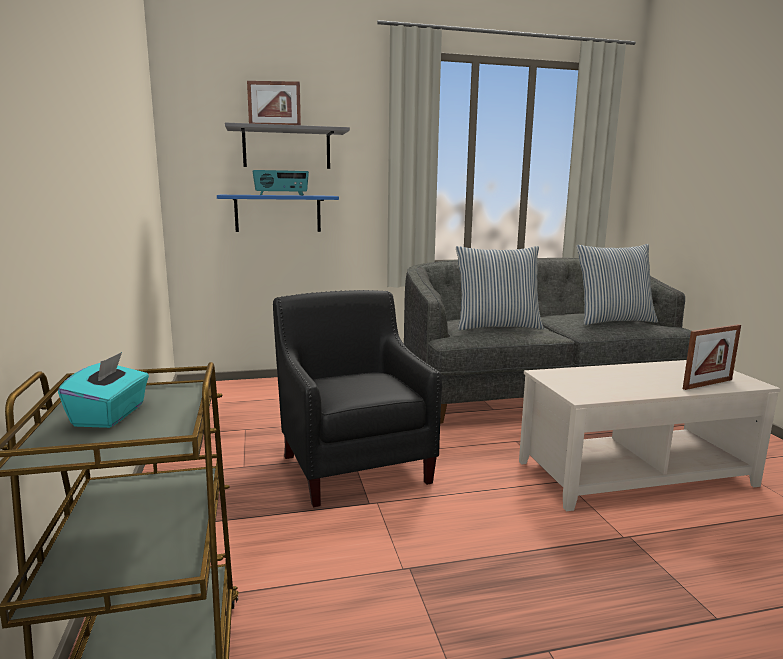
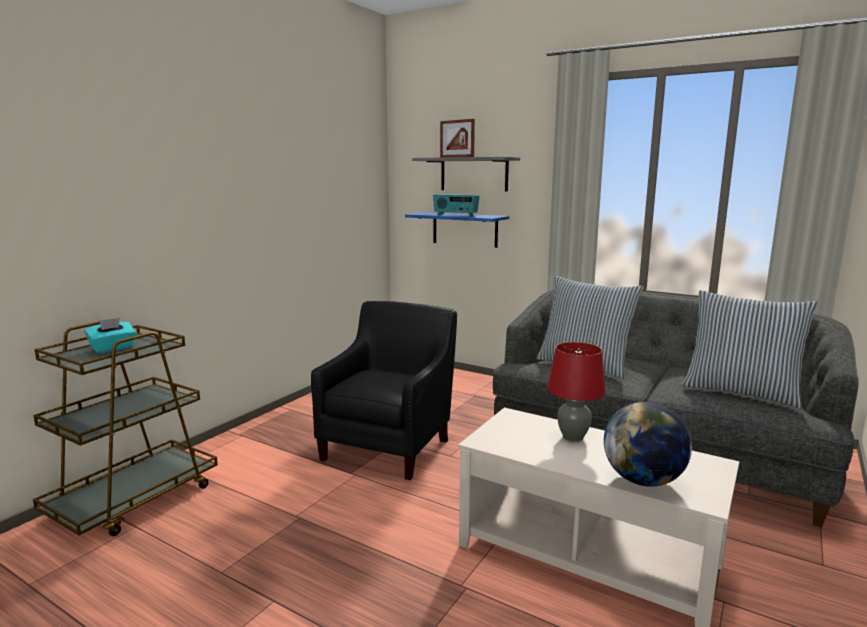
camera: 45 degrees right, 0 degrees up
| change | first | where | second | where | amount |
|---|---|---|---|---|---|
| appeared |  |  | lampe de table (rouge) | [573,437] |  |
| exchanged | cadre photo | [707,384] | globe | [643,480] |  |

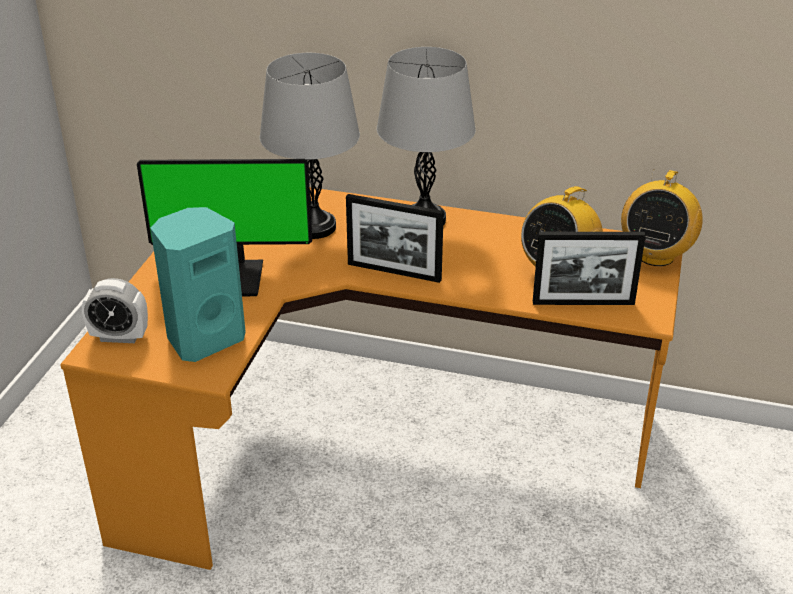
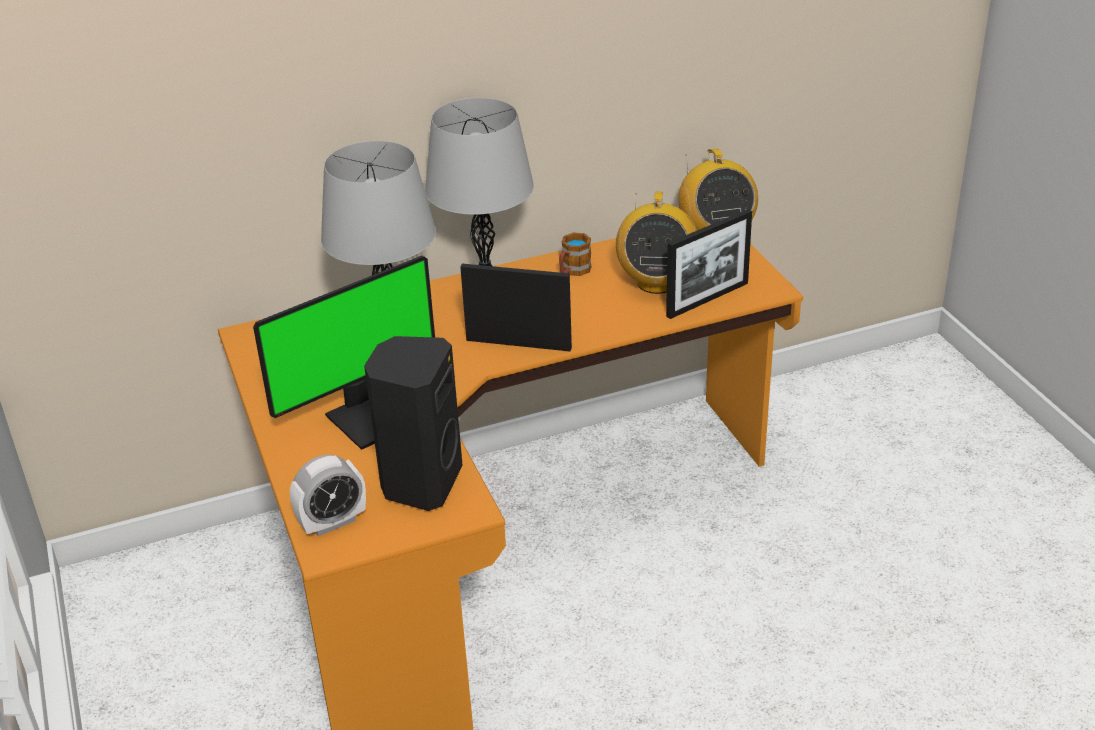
camera: 35 degrees left, 0 degrees up
| change | first | where | second | where | amount |
|---|---|---|---|---|---|
| appeared |  |  | mug | [573,271] |  |
| colour | enceinte (turquoise) | [204,338] | enceinte (noir) | [420,483] |  |
| spun | cadre photo | [394,272] |  | [518,344] | 150 degrees counterclockwise |

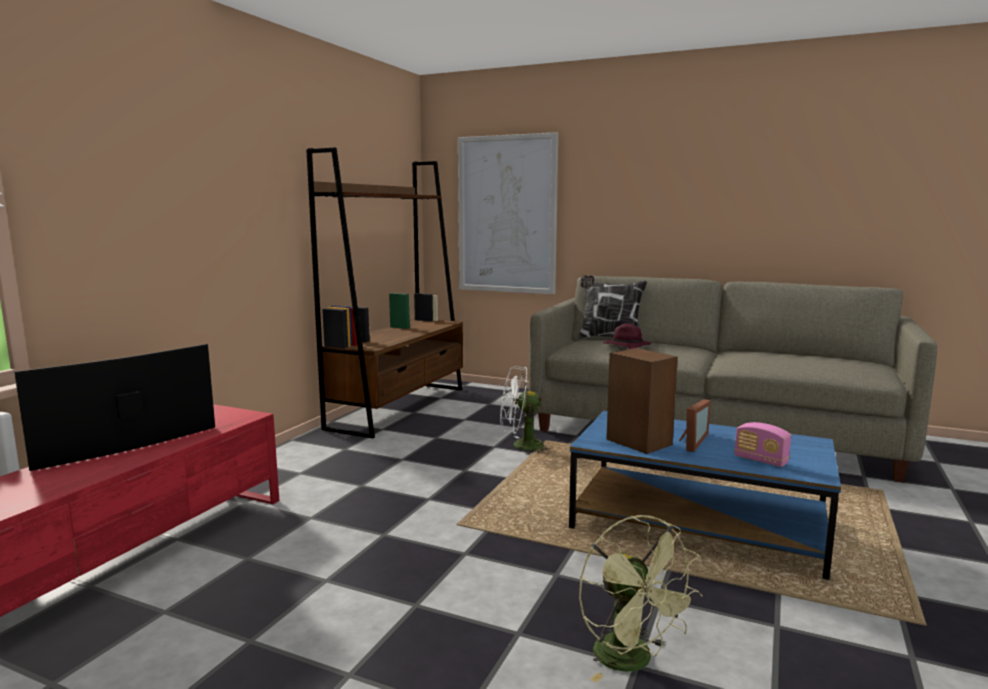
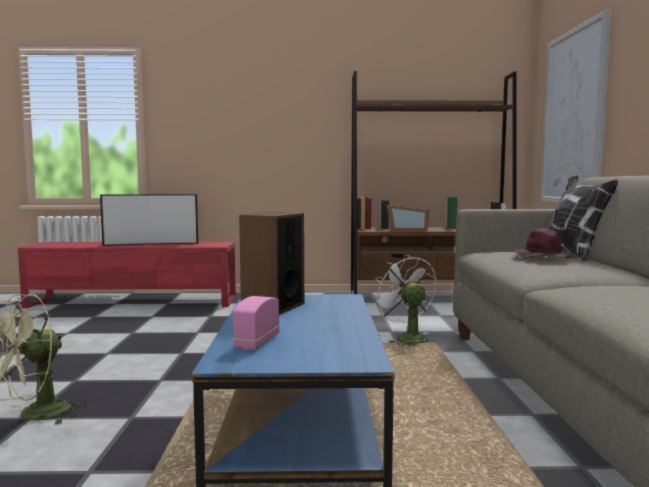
camera: 65 degrees right, 5 degrees down
| change | first | where | second | where | amount |
|---|---|---|---|---|---|
| relocated | cadre photo | [690,441] |  | [406,230] |  |
| spun | téléviseur | [132,448] |  | [151,244] | 150 degrees clockwise |

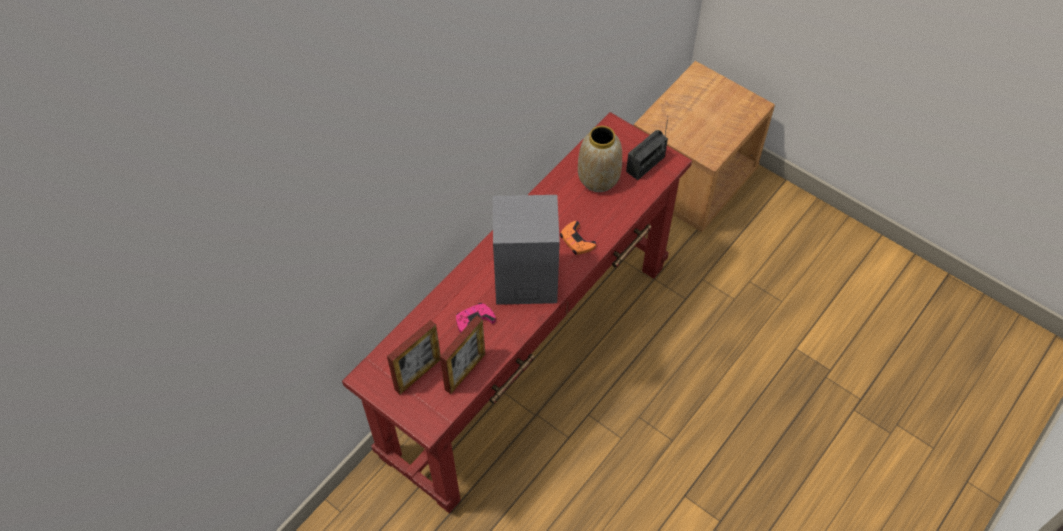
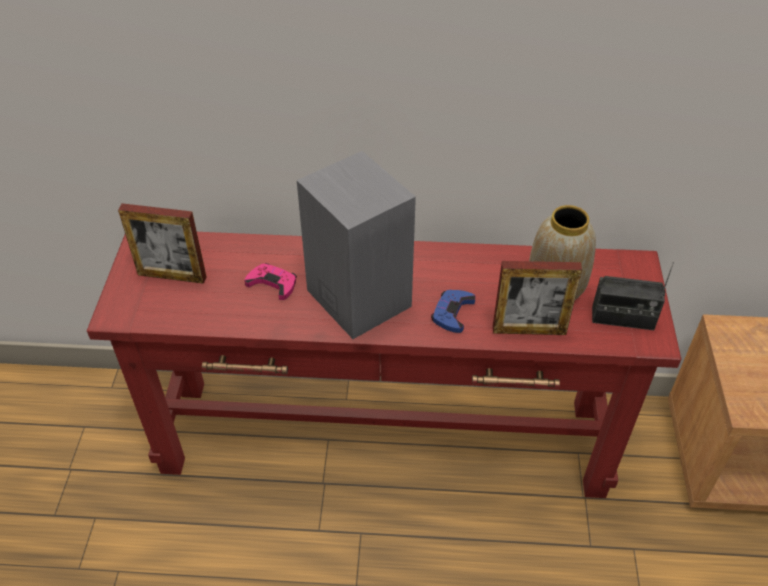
camera: 55 degrees right, 10 degrees down
| change | first | where | second | where | amount |
|---|---|---|---|---|---|
| relocated | cadre photo | [465,372] |  | [529,330] |  |
| colour | manette (orange) | [577,240] | manette (bleu) | [452,313] |  |

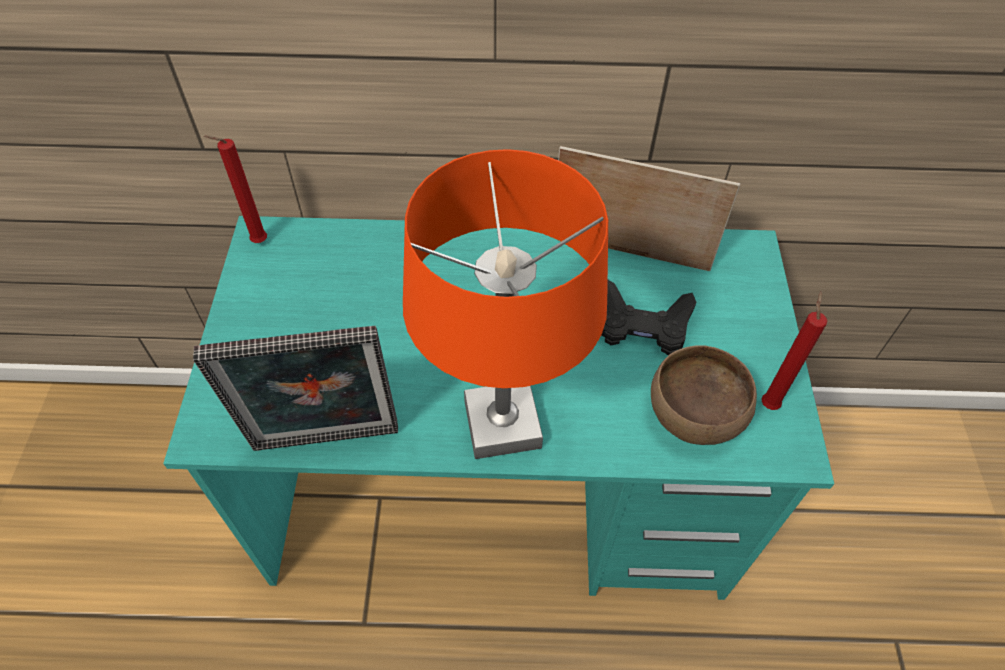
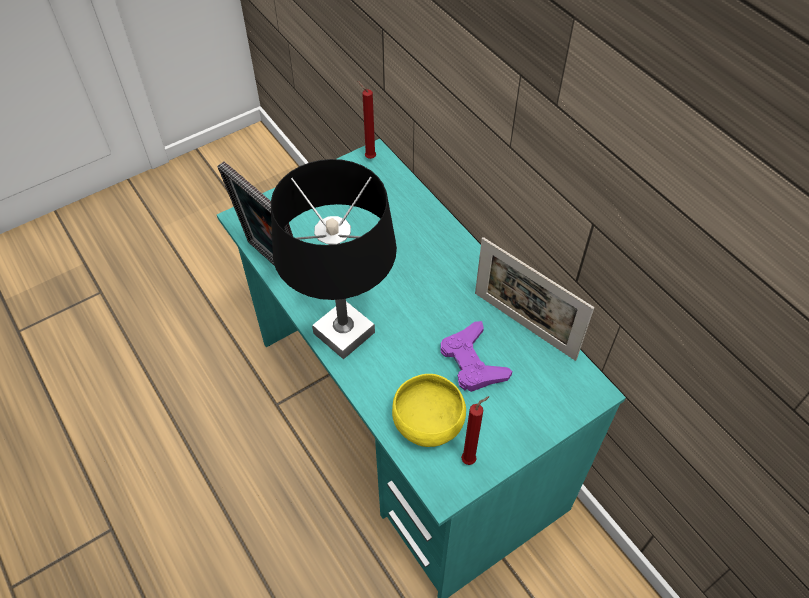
camera: 55 degrees right, 0 degrees up
| change | first | where | second | where | amount |
|---|---|---|---|---|---|
| colour | lampe de table (orange) | [503,425] | lampe de table (noir) | [343,333] |  |
| colour | manette (noir) | [642,324] | manette (violet) | [472,362] |  |
| colour | bol (marron) | [693,412] | bol (jaune) | [429,421] |  |
| spun | cadre photo | [629,252] |  | [524,325] | 150 degrees clockwise |

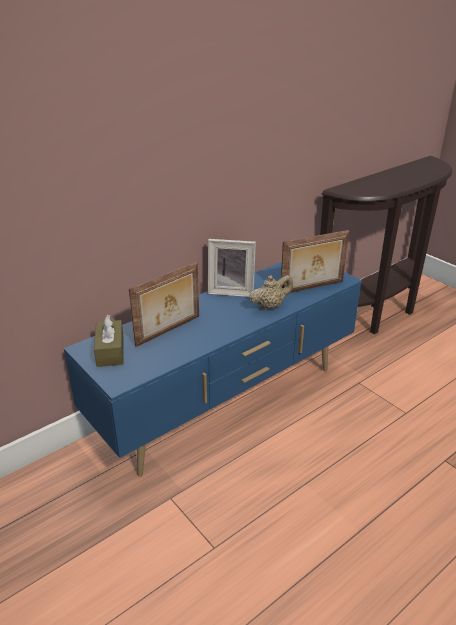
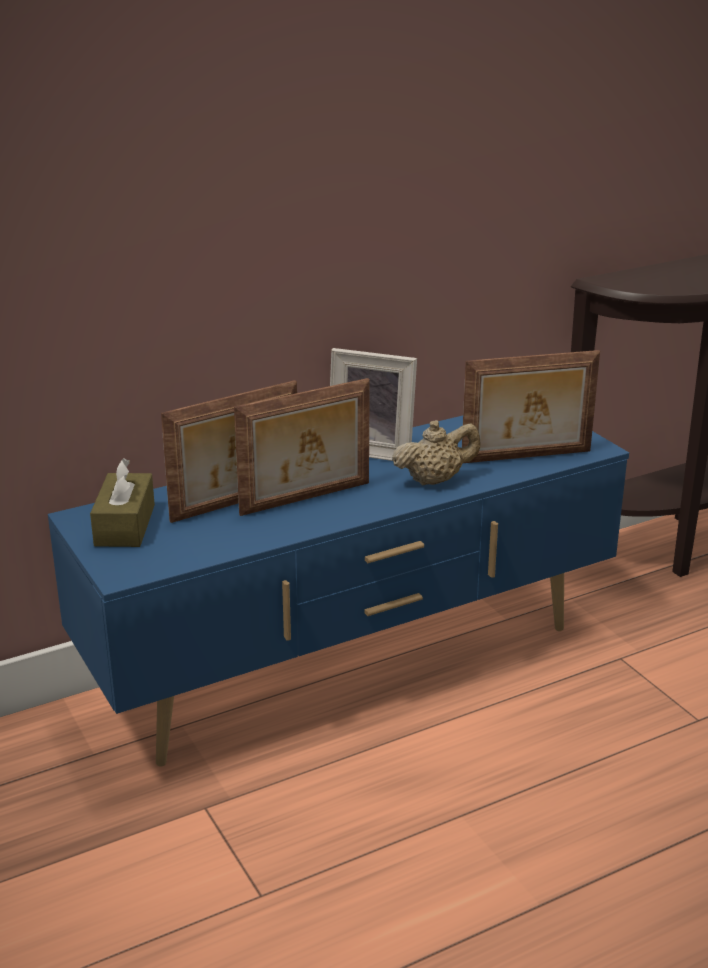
camera: 10 degrees right, 5 degrees down
| change | first | where | second | where | amount |
|---|---|---|---|---|---|
| appeared |  |  | cadre photo | [306,499] |  |

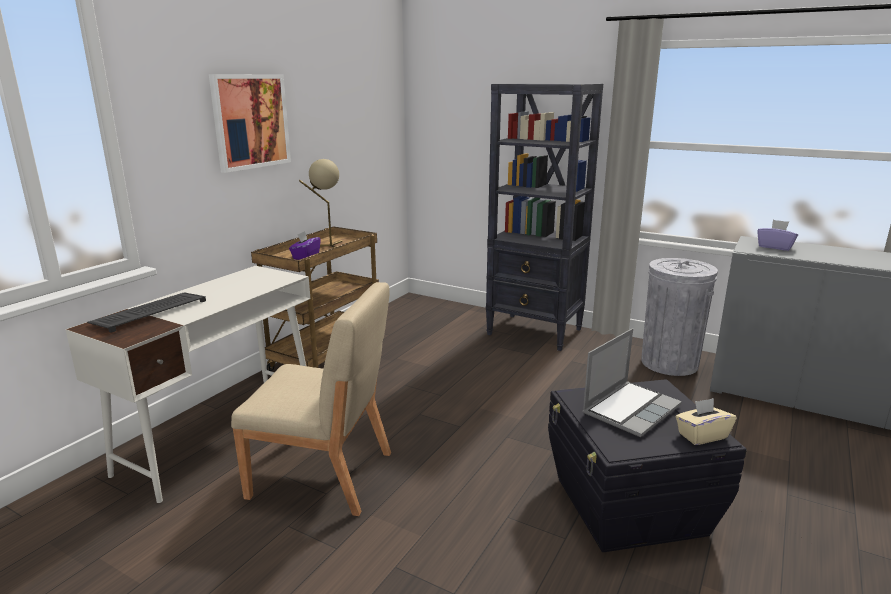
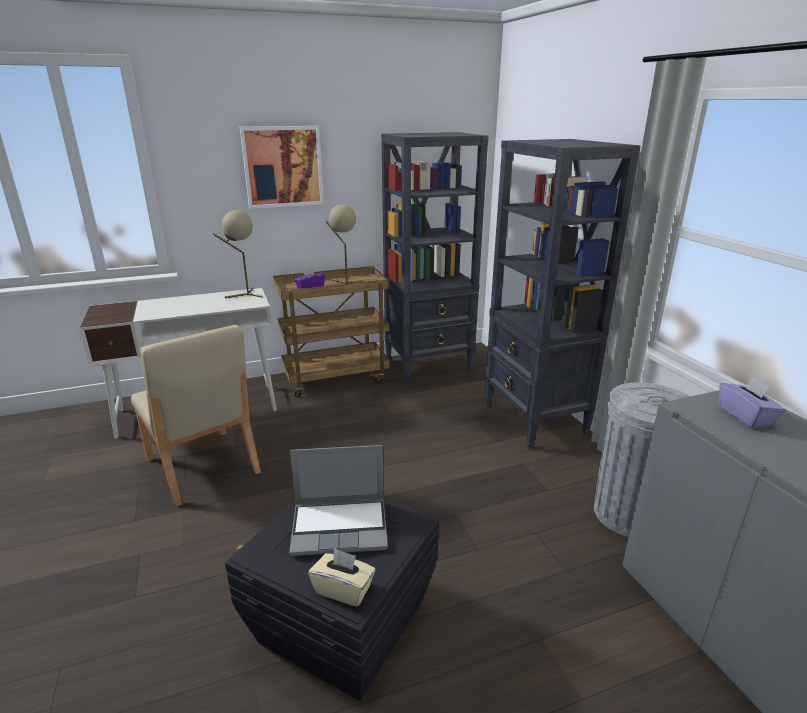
camera: 40 degrees right, 5 degrees up
| change | first | where | second | where | amount |
|---|---|---|---|---|---|
| missing | clavier | [150,312] |  |  |  |
| appeared |  |  | lampe de table (beige) | [245,295] |  |
| appeared |  |  | bibliothèque (noir) | [429,366] |  |

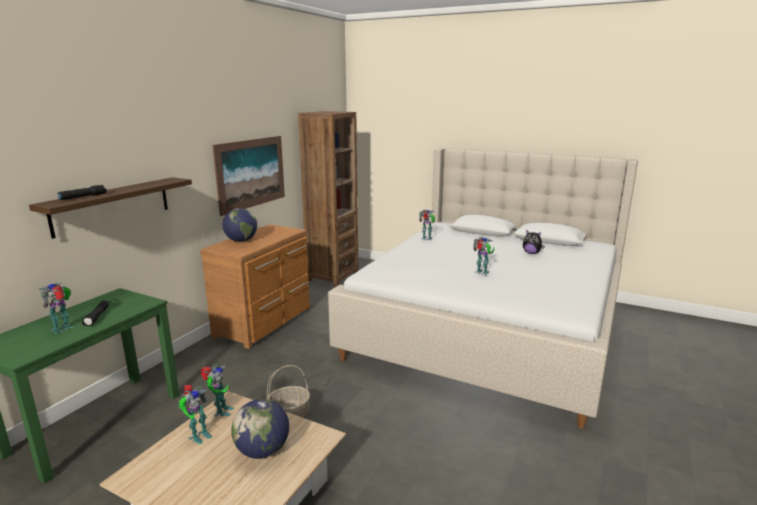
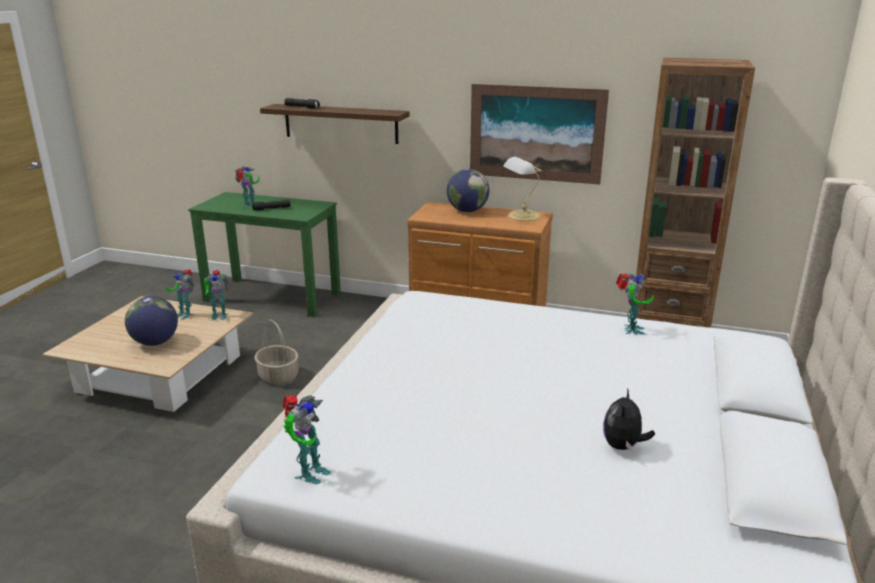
camera: 80 degrees right, 5 degrees up
| change | first | where | second | where | amount |
|---|---|---|---|---|---|
| appeared |  |  | lampe de table | [522,216] |  |
| relocated | robot jouet | [482,272] |  | [309,473] |  |

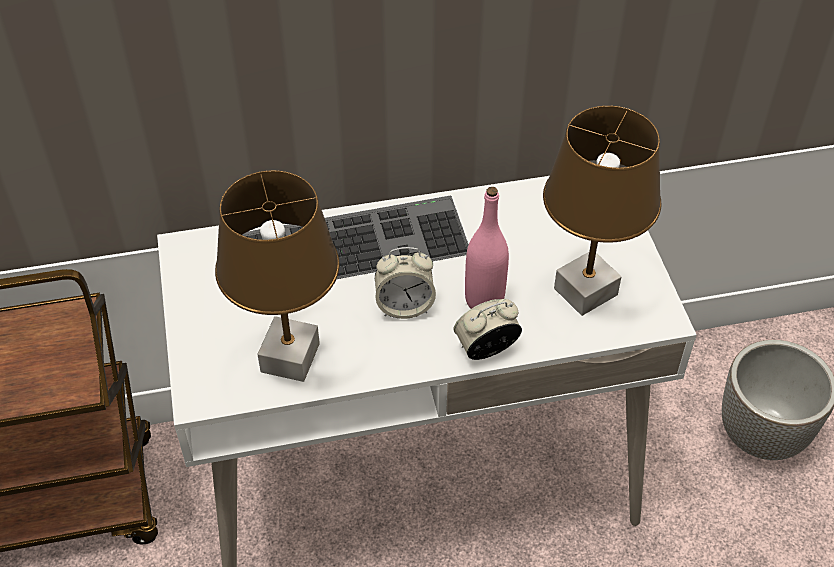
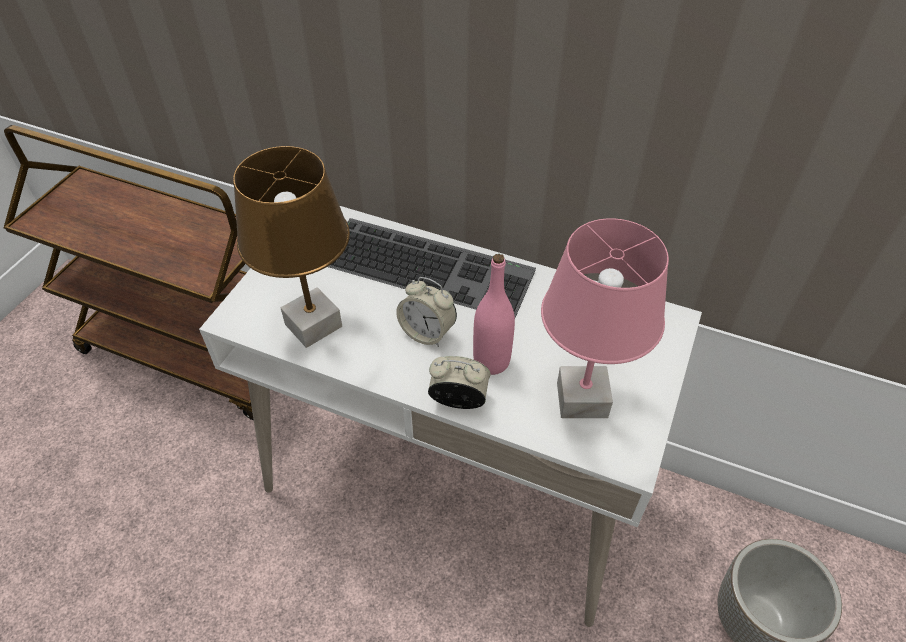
camera: 35 degrees right, 0 degrees up
| change | first | where | second | where | amount |
|---|---|---|---|---|---|
| colour | lampe de table (marron) | [585,291] | lampe de table (rose) | [582,399] |  |

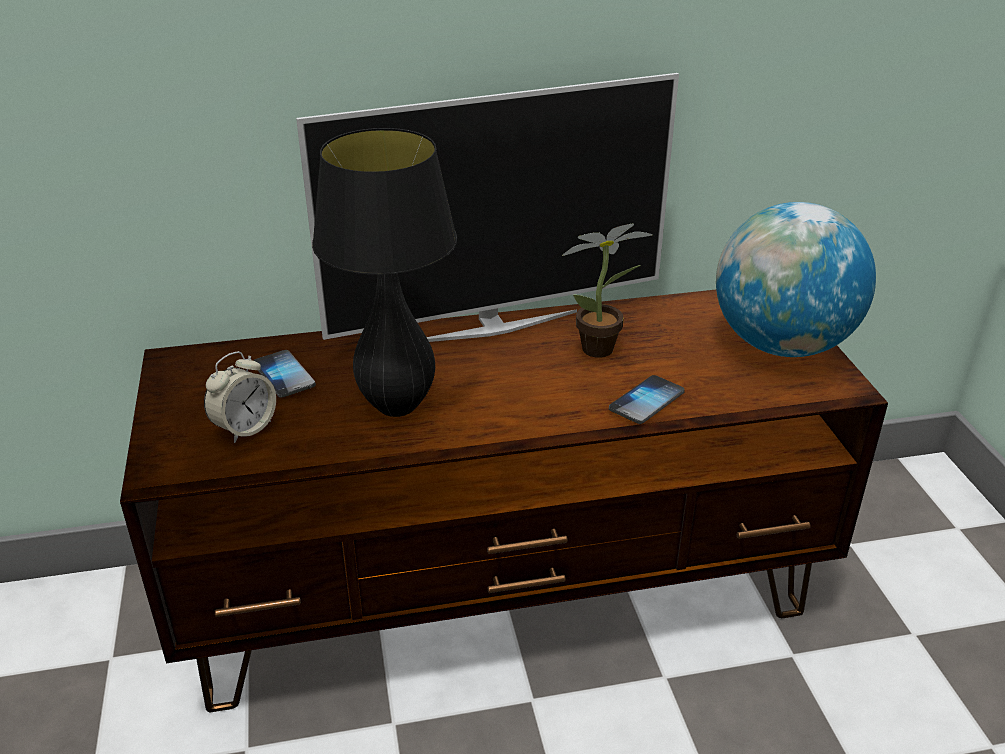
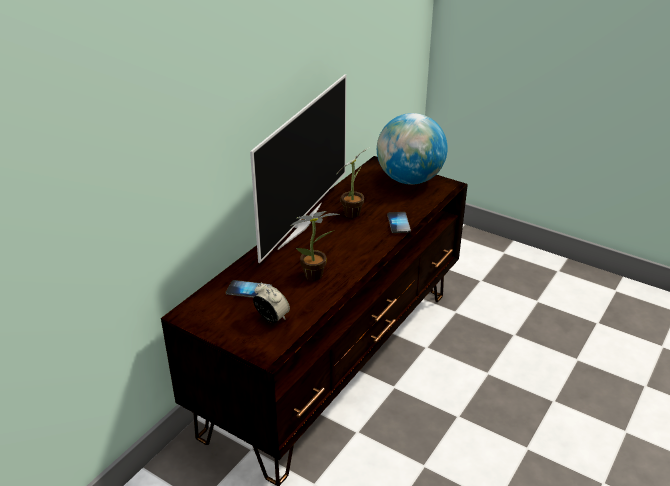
camera: 45 degrees left, 0 degrees up
| change | first | where | second | where | amount |
|---|---|---|---|---|---|
| exchanged | lampe de table (noir) | [397,407] | plante en pot | [317,275] |  |
| spun | réveil | [245,428] |  | [272,318] | 45 degrees counterclockwise |

